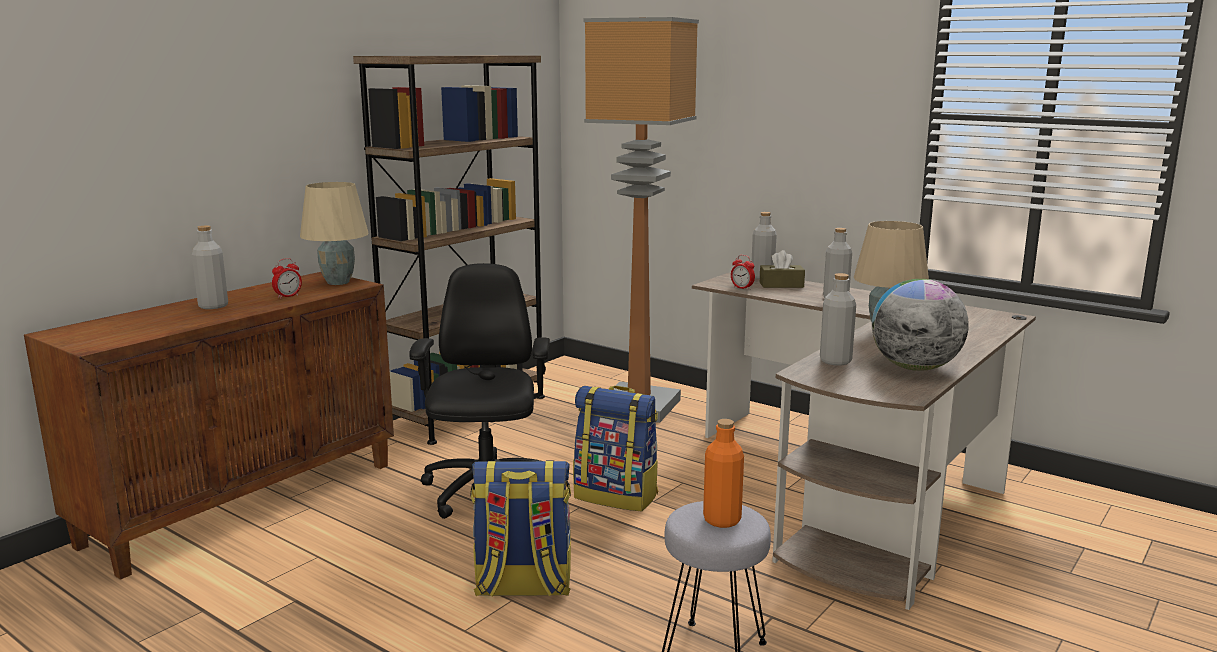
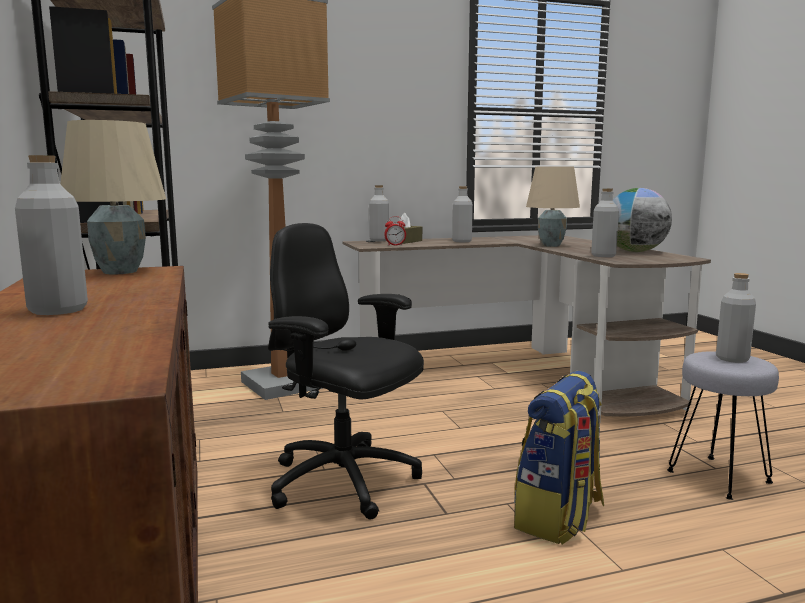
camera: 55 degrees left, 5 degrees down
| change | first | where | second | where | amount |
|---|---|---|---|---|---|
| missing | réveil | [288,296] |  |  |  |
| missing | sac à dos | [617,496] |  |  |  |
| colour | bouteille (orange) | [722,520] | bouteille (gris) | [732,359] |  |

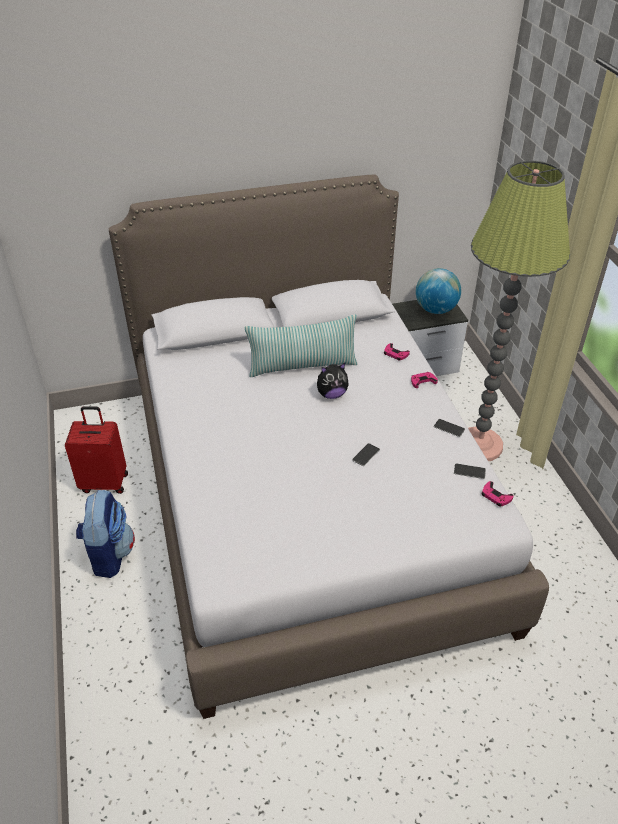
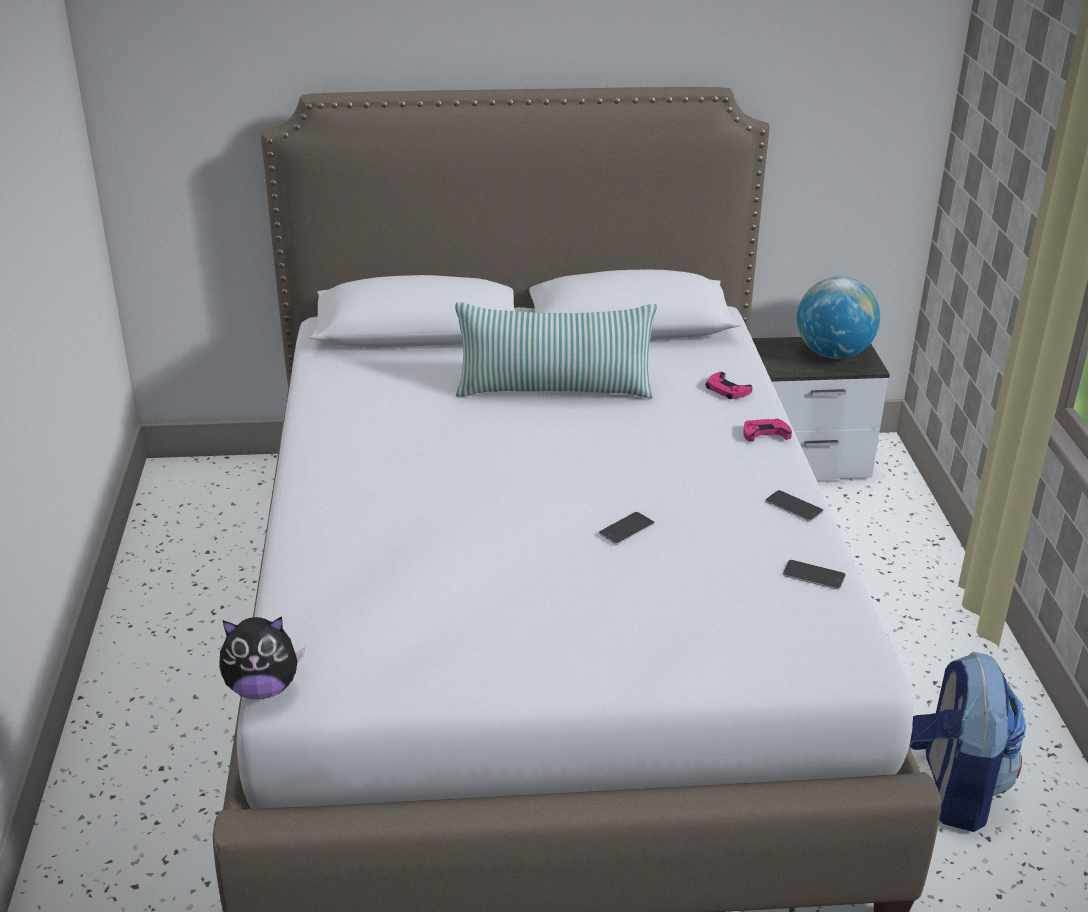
camera: 10 degrees right, 10 degrees down
| change | first | where | second | where | amount |
|---|---|---|---|---|---|
| missing | valise (rouge) | [105,482] |  |  |  |
| missing | lampadaire | [479,445] |  |  |  |
| missing | manette (rose) | [495,496] |  |  |  |
| relocated | sac à dos | [109,554] |  | [953,789] |  |
| relocated | peluche | [331,394] |  | [263,688] |  |

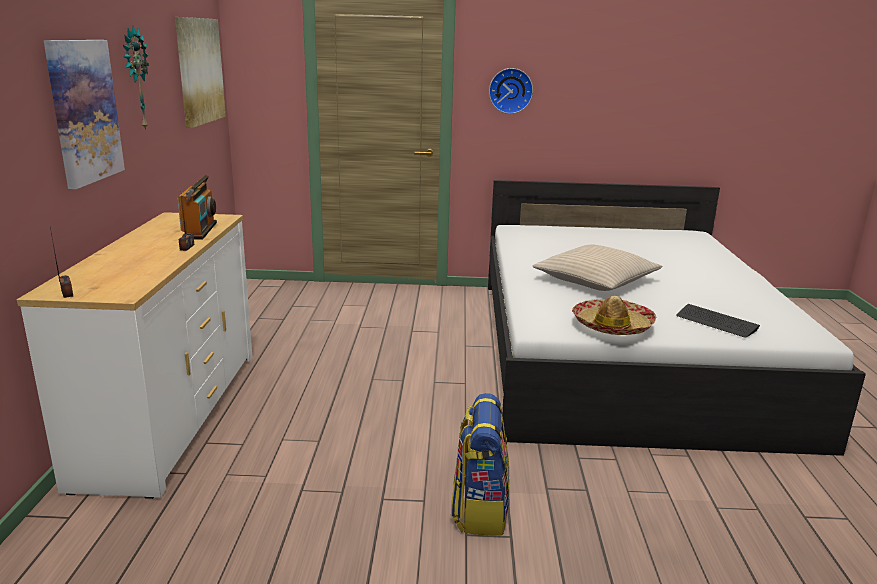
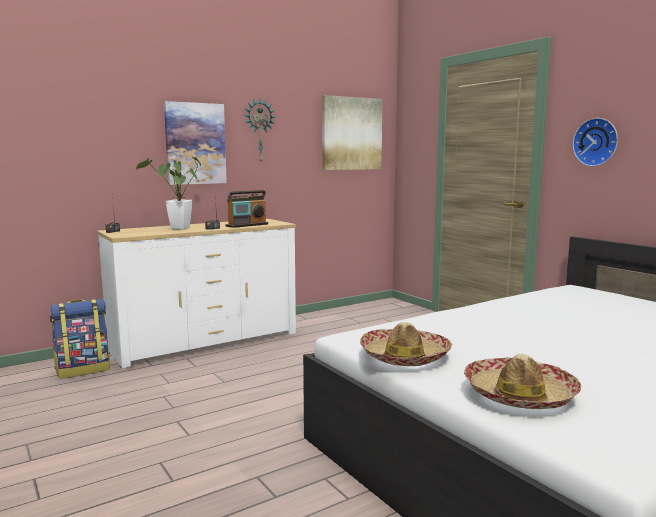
camera: 55 degrees right, 10 degrees down
| change | first | where | second | where | amount |
|---|---|---|---|---|---|
| missing | coussin (beige) | [595,280] |  |  |  |
| appeared |  |  | plante en pot | [178,229] |  |
| relocated | sac à dos | [479,509] |  | [83,369] |  |
| exchanged | clavier | [716,322] | chapeau | [519,395] |  |

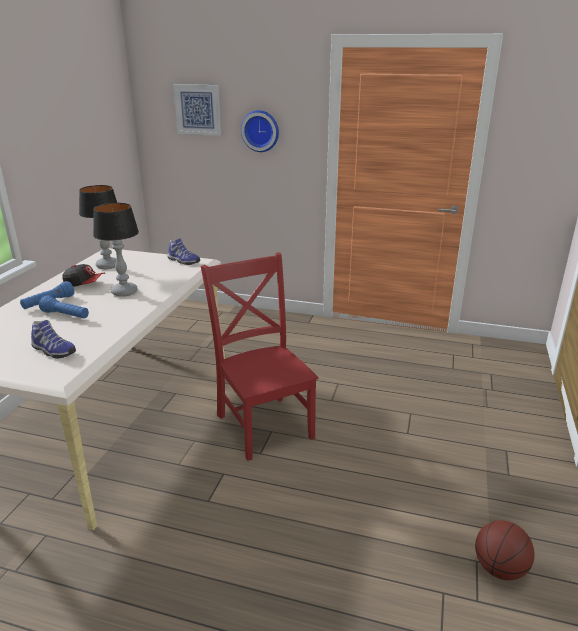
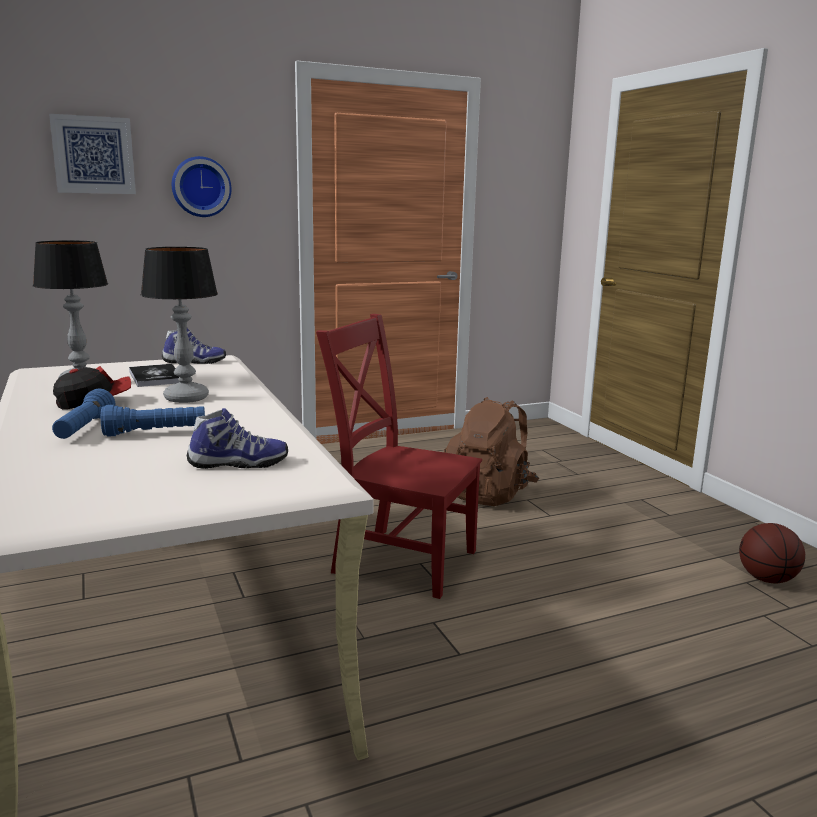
camera: 40 degrees left, 10 degrees down
| change | first | where | second | where | amount |
|---|---|---|---|---|---|
| appeared |  |  | livre | [156,377] |  |
| appeared |  |  | sac à dos (marron) | [489,494] |  |

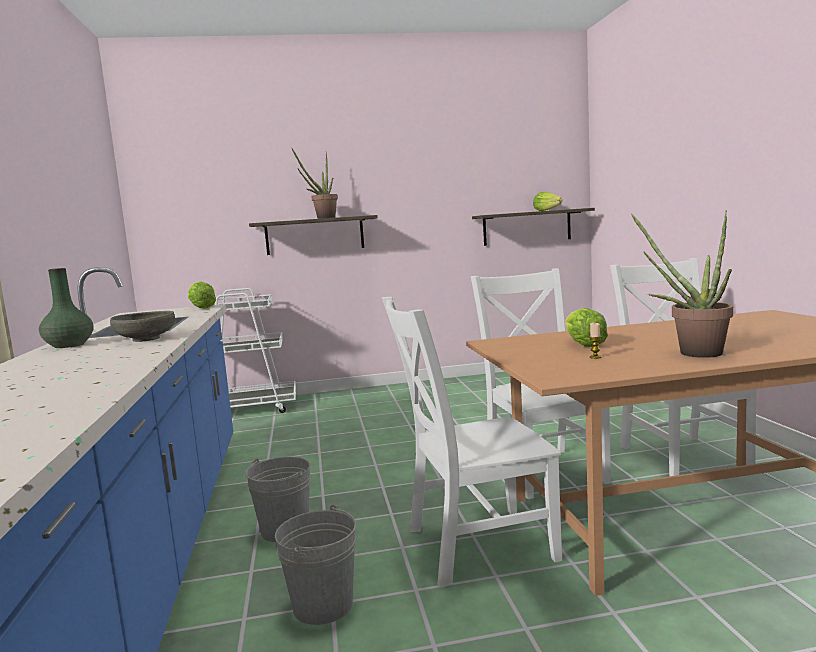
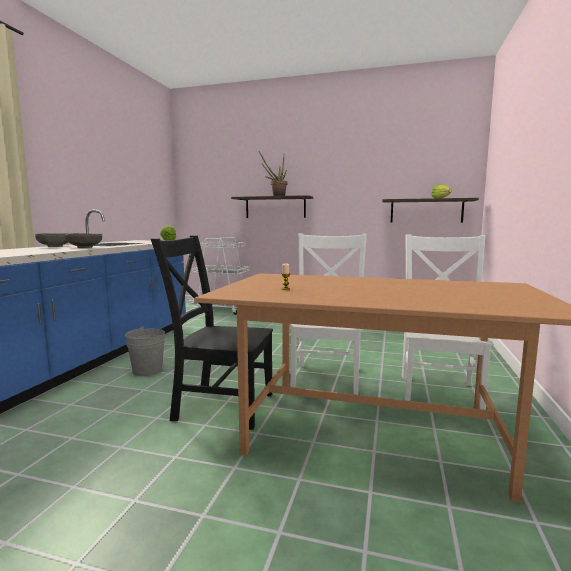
camera: 25 degrees right, 0 degrees up
| change | first | where | second | where | amount |
|---|---|---|---|---|---|
| missing | seau (gris) | [323,605] |  |  |  |
| missing | laitue | [583,345] |  |  |  |
| missing | plante en pot | [691,352] |  |  |  |
| exchanged | vase (vert) | [68,345] | bol (gris) | [55,246] |  |
| colour | chaise (blanc) | [474,545] | chaise (noir) | [220,405] |  |

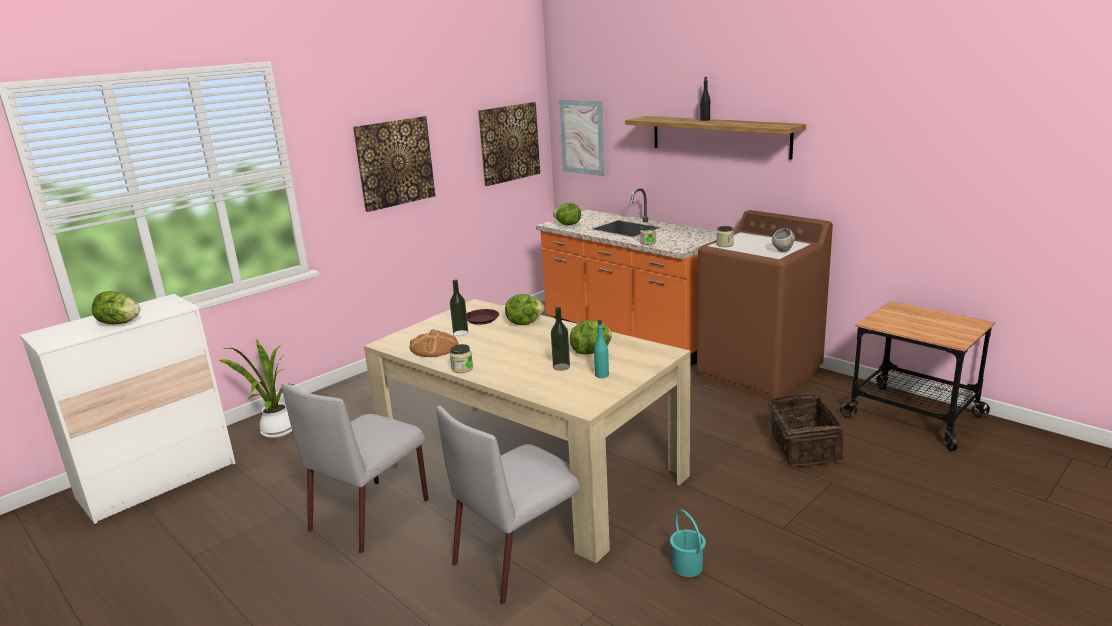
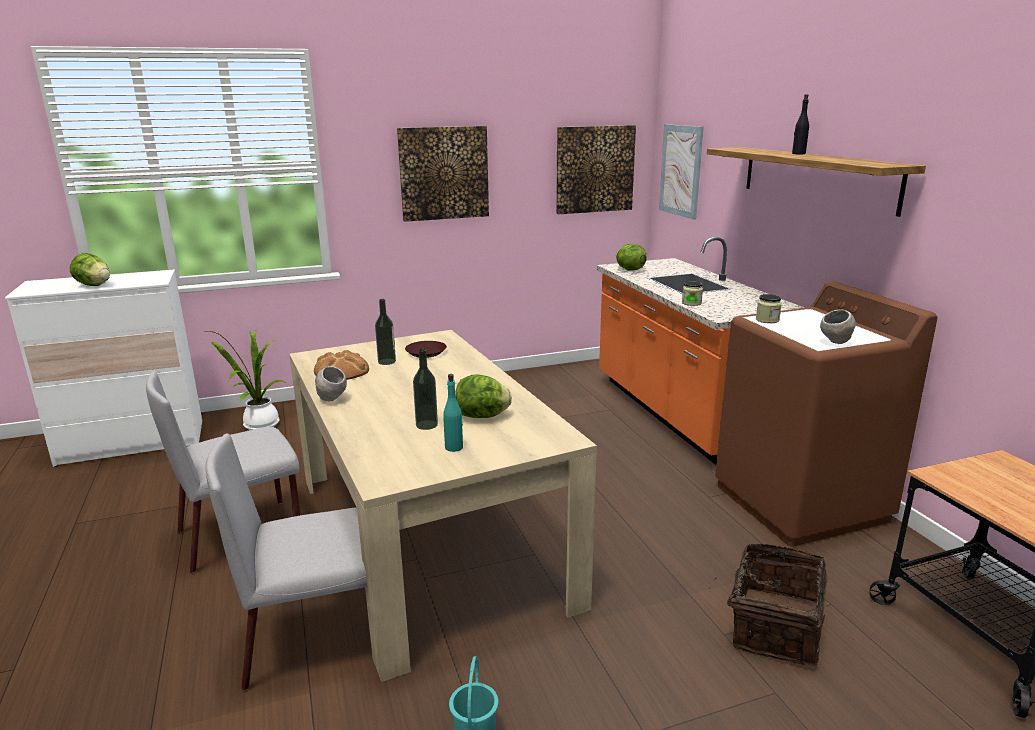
camera: 25 degrees right, 0 degrees up
| change | first | where | second | where | amount |
|---|---|---|---|---|---|
| missing | laitue | [524,323] |  |  |  |
| exchanged | bocal | [462,369] | bol (gris) | [332,400] |  |

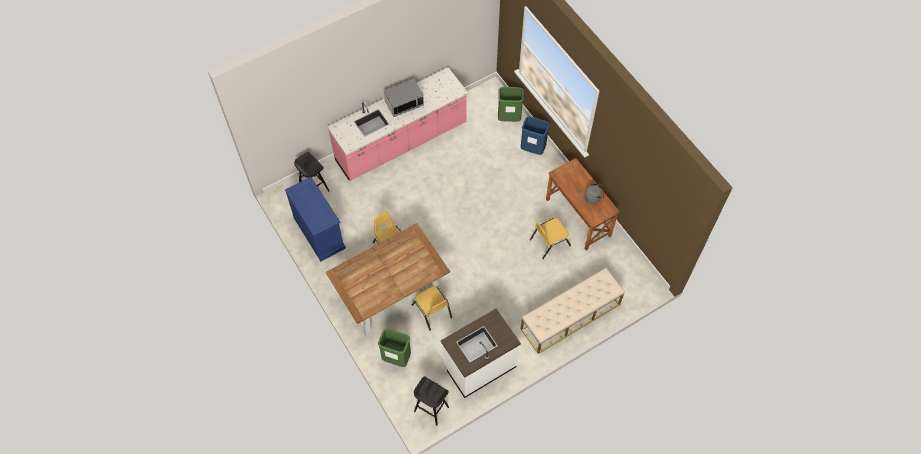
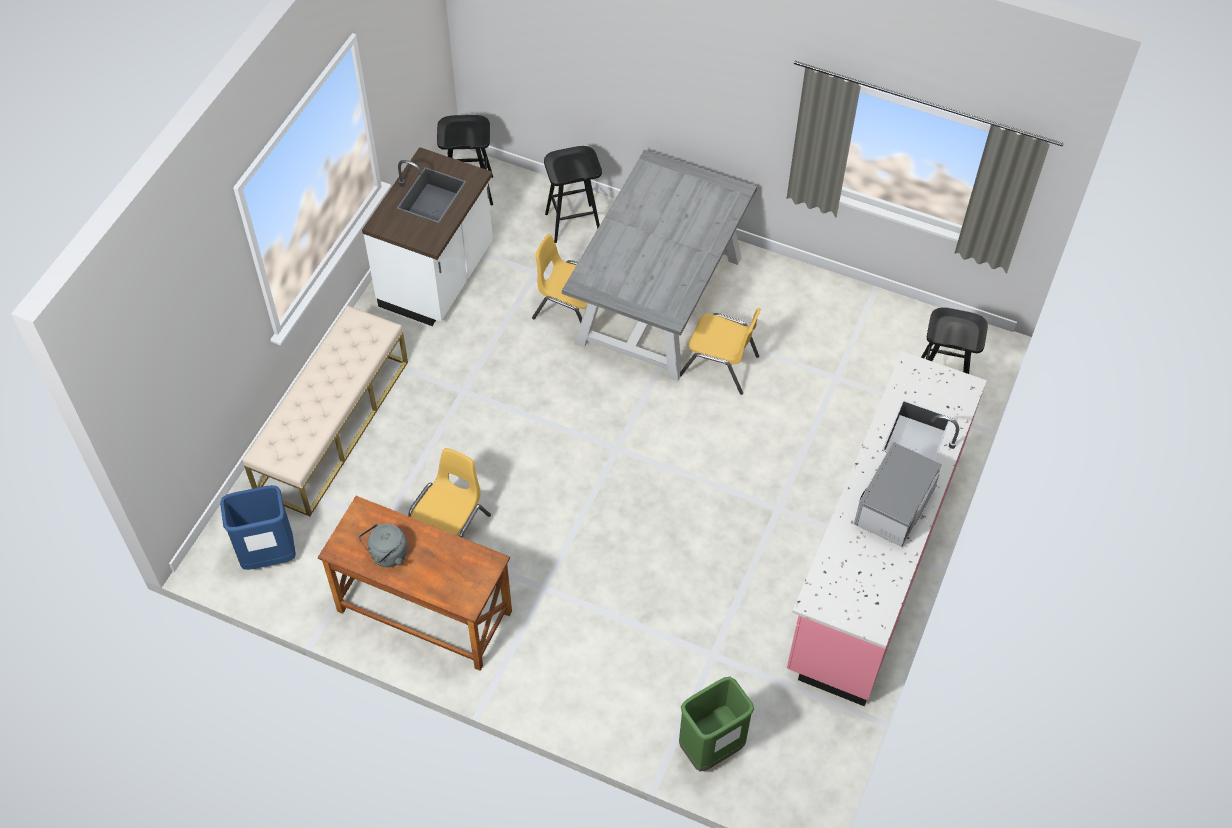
camera: 145 degrees right, 5 degrees down
| change | first | where | second | where | amount |
|---|---|---|---|---|---|
| missing | commode (bleu) | [319,233] |  |  |  |
| relocated | poubelle (bleu) | [533,149] |  | [269,556] |  |
| exchanged | poubelle (vert) | [396,358] | tabouret (noir) | [573,223] |  |
| colour | table à manger (marron) | [391,293] | table à manger (gris) | [659,301] |  |

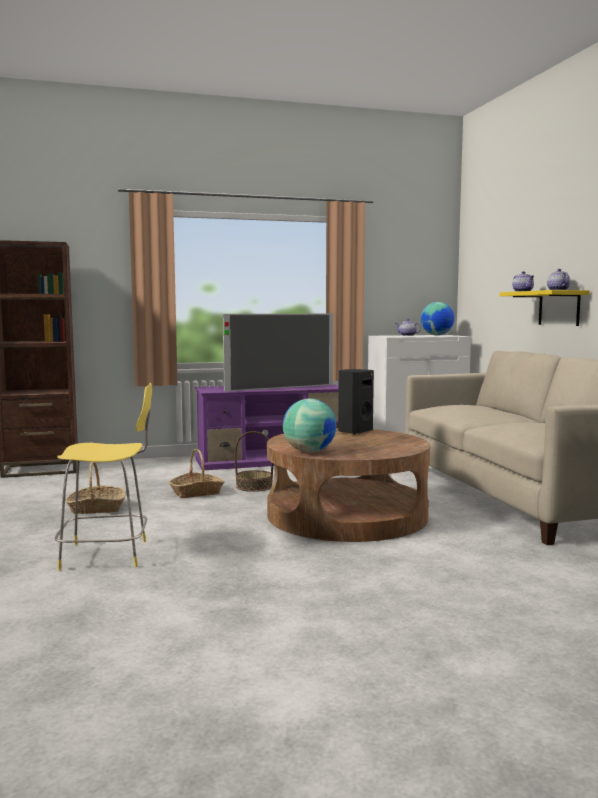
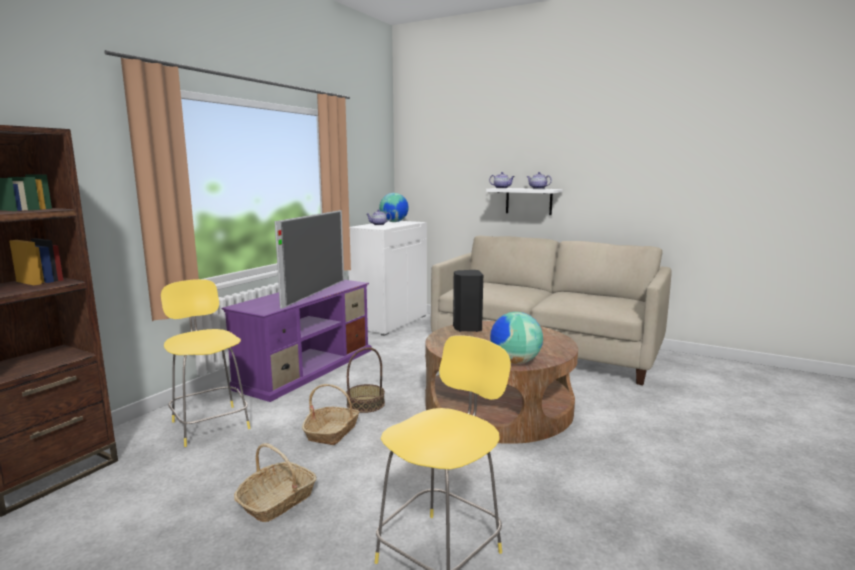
camera: 45 degrees left, 5 degrees up
| change | first | where | second | where | amount |
|---|---|---|---|---|---|
| appeared |  |  | tabouret (jaune) | [210,424] |  |
| colour | étagère (jaune) | [559,308] | étagère (blanc) | [528,201] |  |

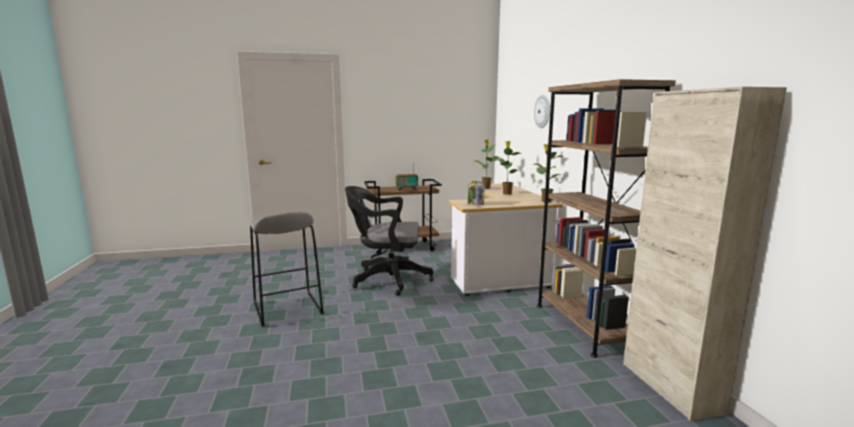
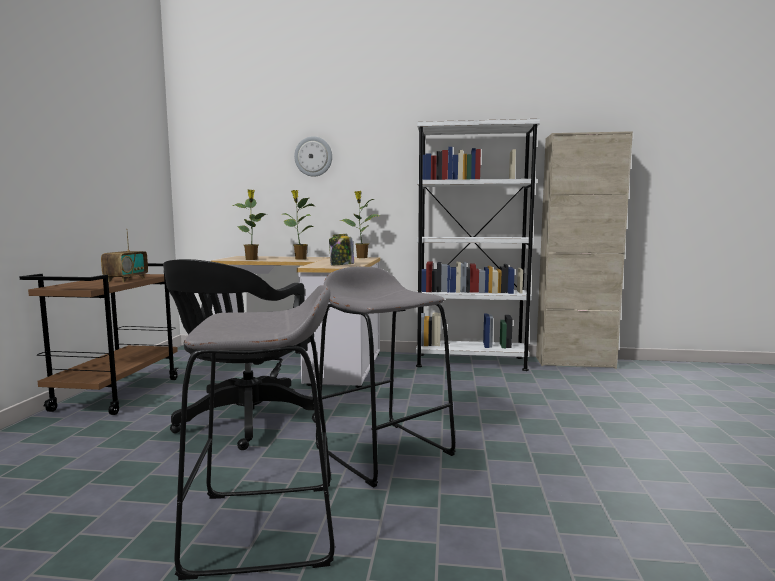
camera: 70 degrees left, 5 degrees down
| change | first | where | second | where | amount |
|---|---|---|---|---|---|
| appeared |  |  | tabouret (gris) | [384,450] |  |
| colour | bibliothèque (marron) | [583,326] | bibliothèque (blanc) | [470,362] |  |

